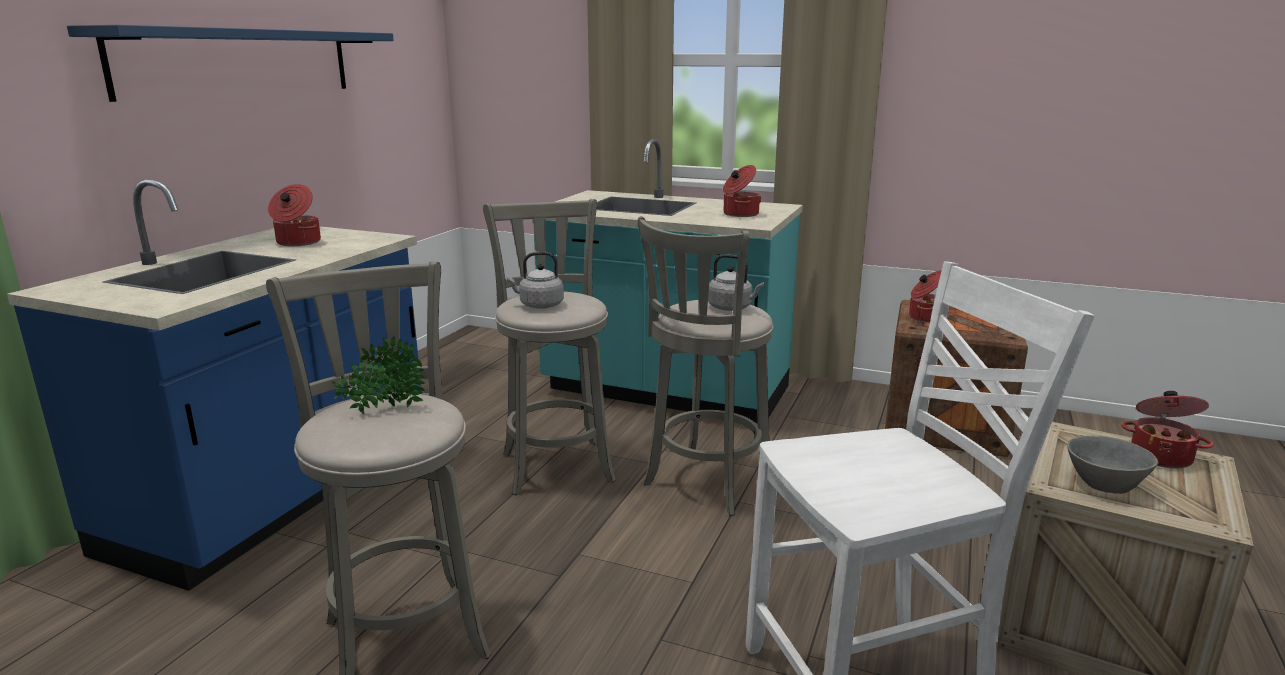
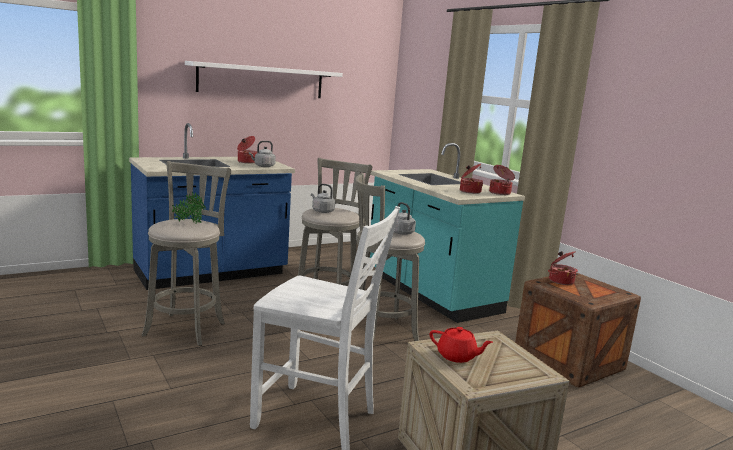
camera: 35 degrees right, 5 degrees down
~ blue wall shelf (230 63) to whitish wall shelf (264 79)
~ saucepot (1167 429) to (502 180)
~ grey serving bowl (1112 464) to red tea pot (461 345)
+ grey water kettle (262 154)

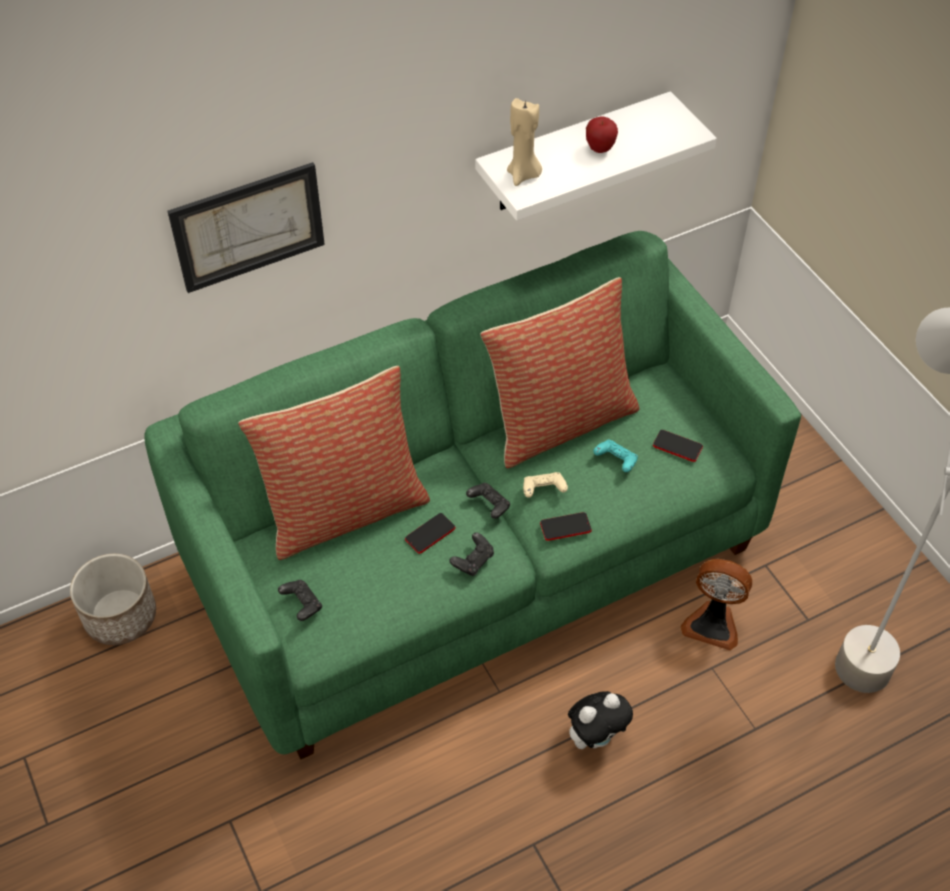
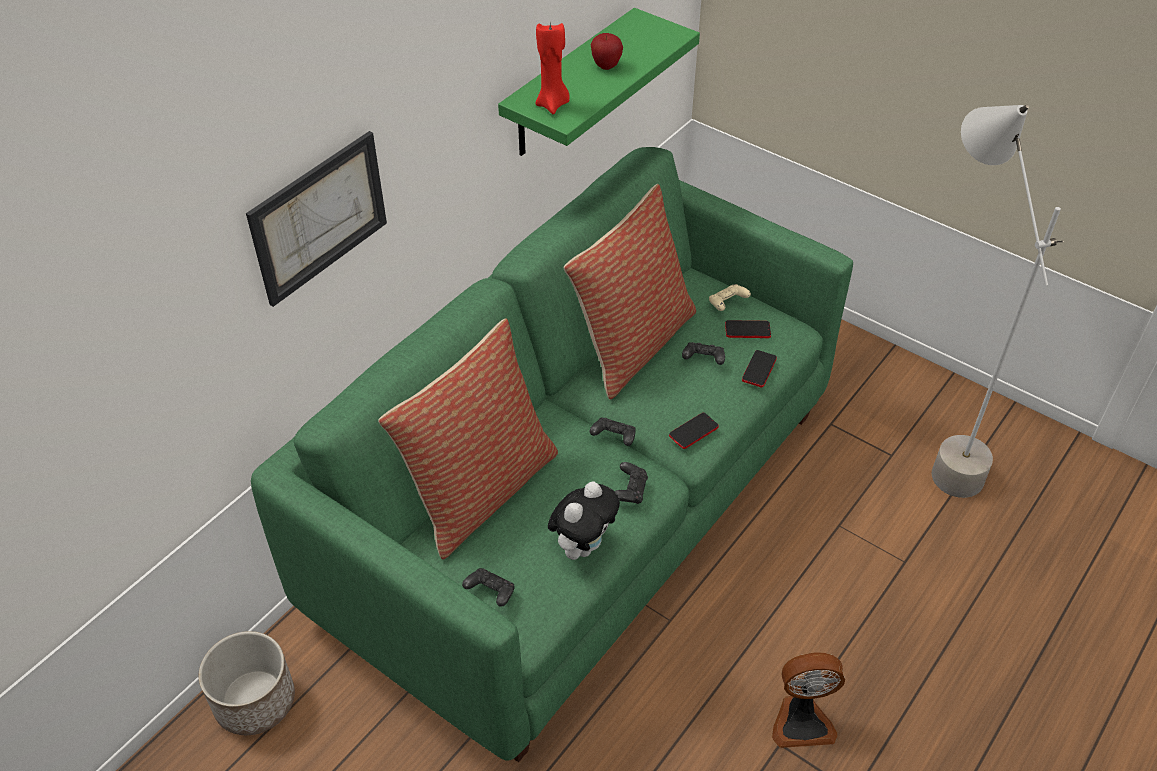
camera: 25 degrees left, 5 degrees down
~ whitish wall shelf (596 156) to green-coloured wall shelf (599 82)
~ beige-coloured wax light (524 142) to red wax light (552 68)
~ turquoise game controller (615 456) to black-coloured game controller (703 353)
~ beige-coloured game controller (545 485) to (730 297)
~ handset (430 533) to (759 369)
~ cooling fan (716 604) to (808 700)
~ soft toy (600 720) to (584 520)

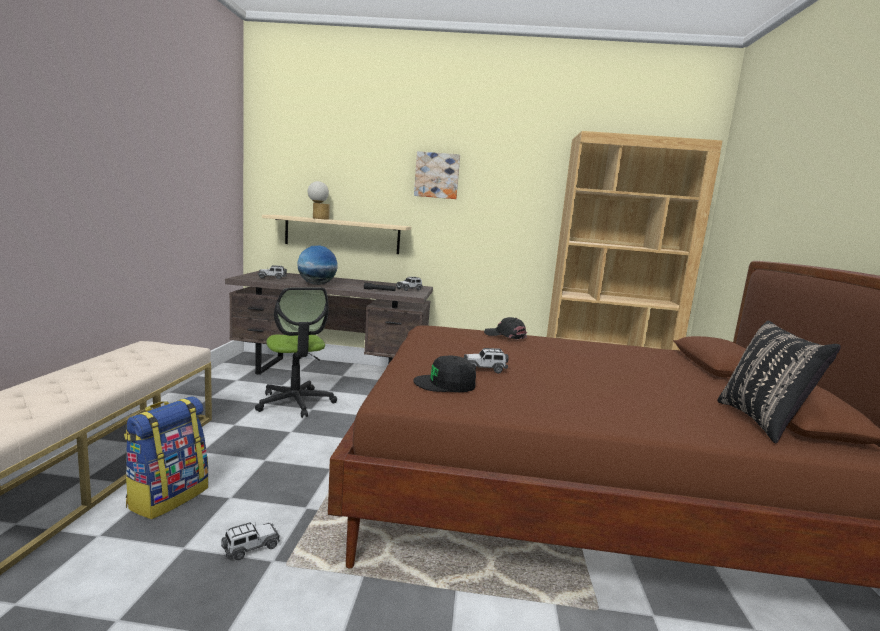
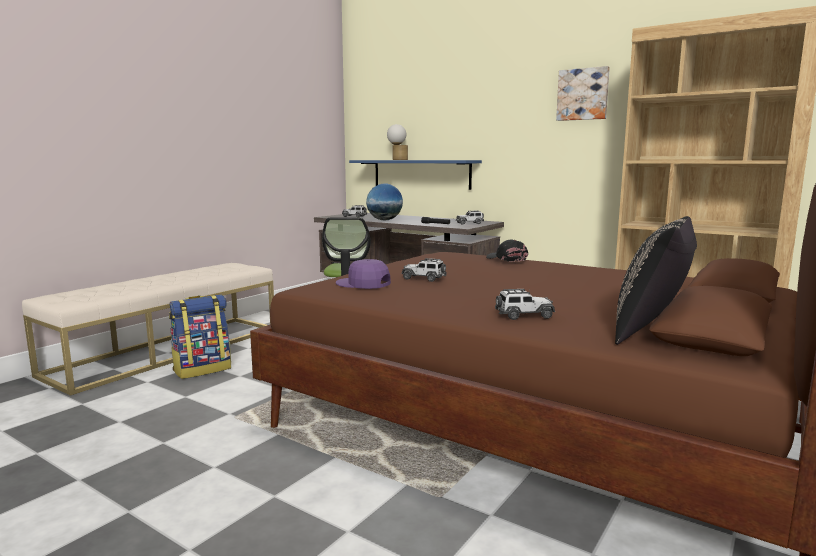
camera: 30 degrees right, 0 degrees up
~ wall art (437 175) to (583 93)
~ beige-coloured wall shelf (336 234) to blue wall shelf (415 175)
~ black-coloured cap (444 374) to purple-coloured cap (363 274)
~ miniature car (250 541) to (525 304)

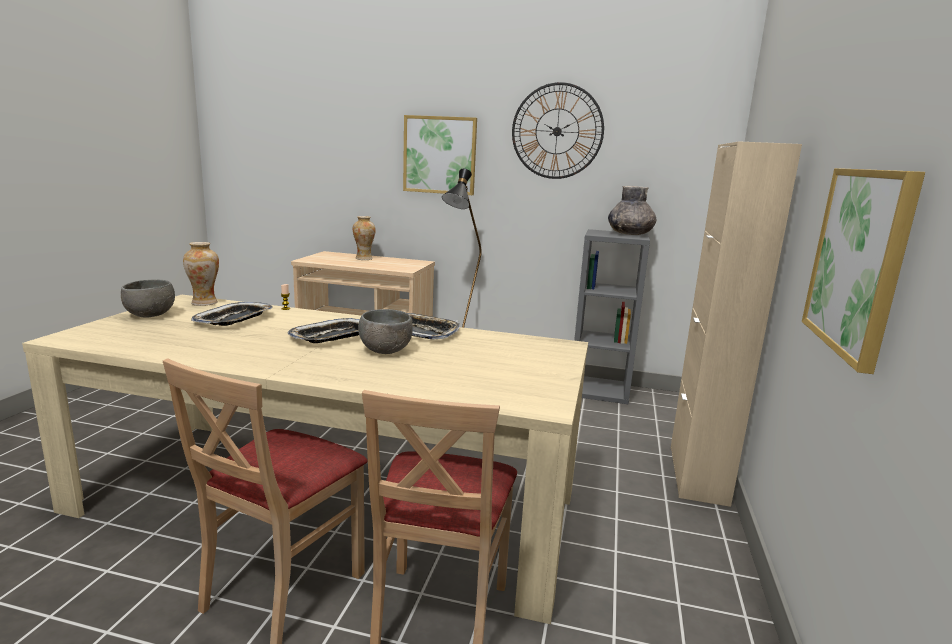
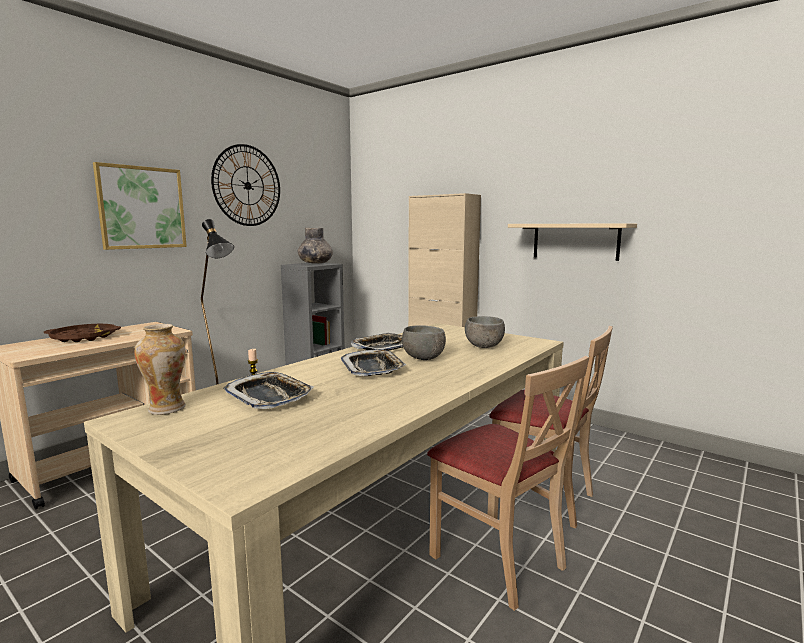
camera: 65 degrees left, 5 degrees down
~ wall art (863 271) to beige-coloured wall shelf (572 242)
~ vase (364 238) to brownish serving tray (82 333)
~ grey serving bowl (148 298) to (485 332)

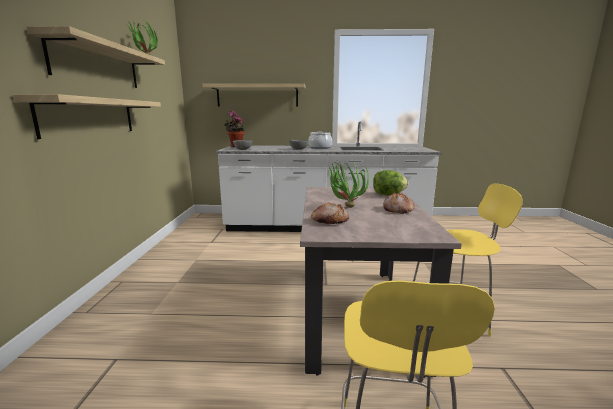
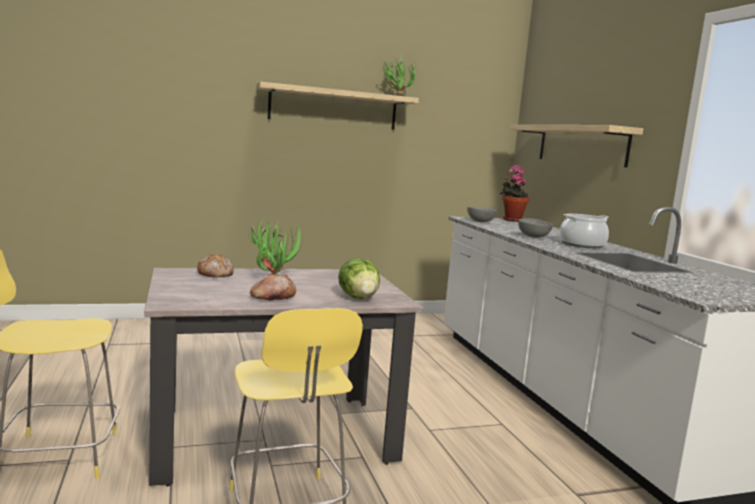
camera: 70 degrees right, 5 degrees down
- wall shelf (87 116)

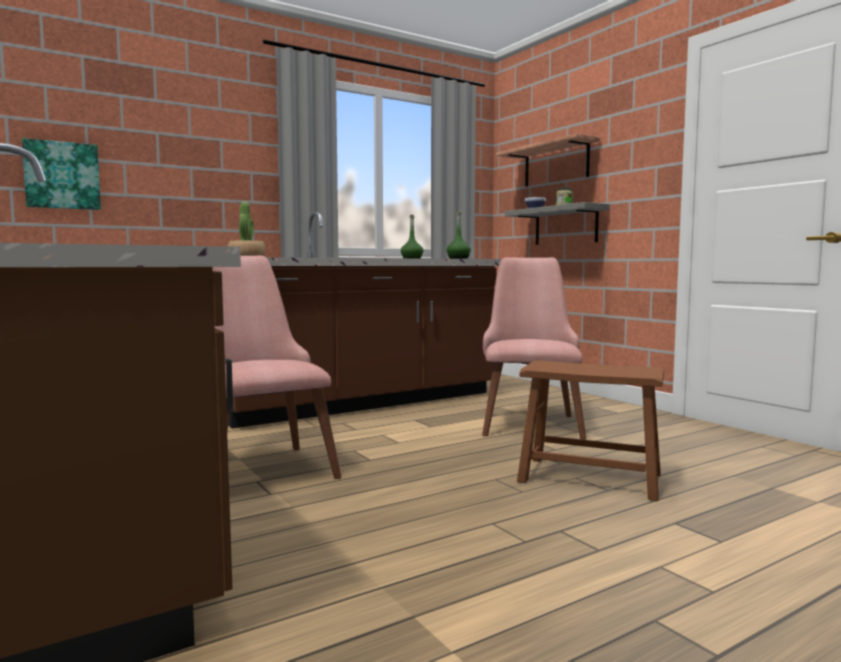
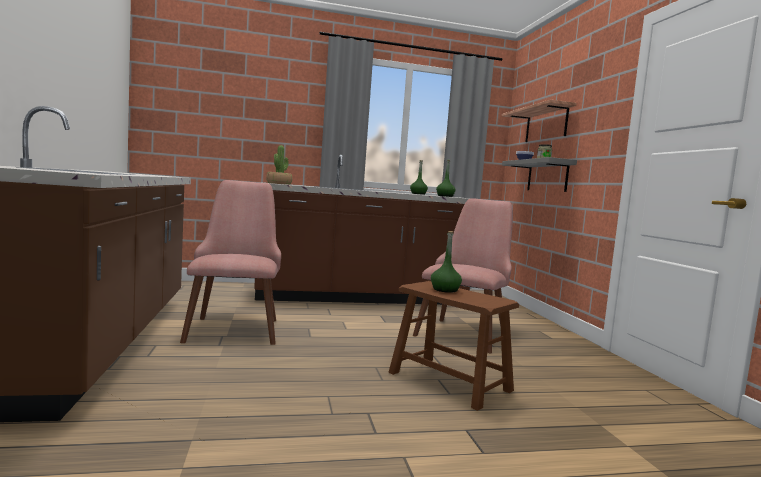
camera: 20 degrees right, 0 degrees up
- wall art (61 174)
+ green-coloured bottle (446 262)

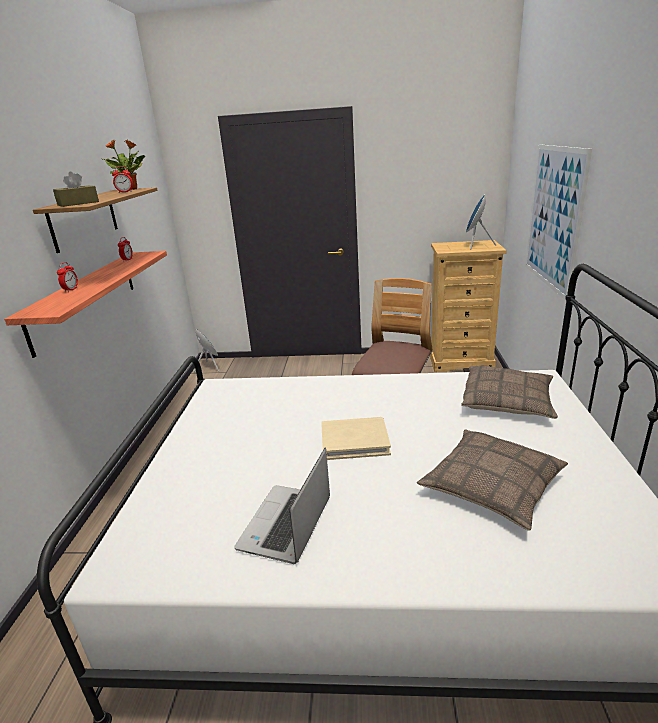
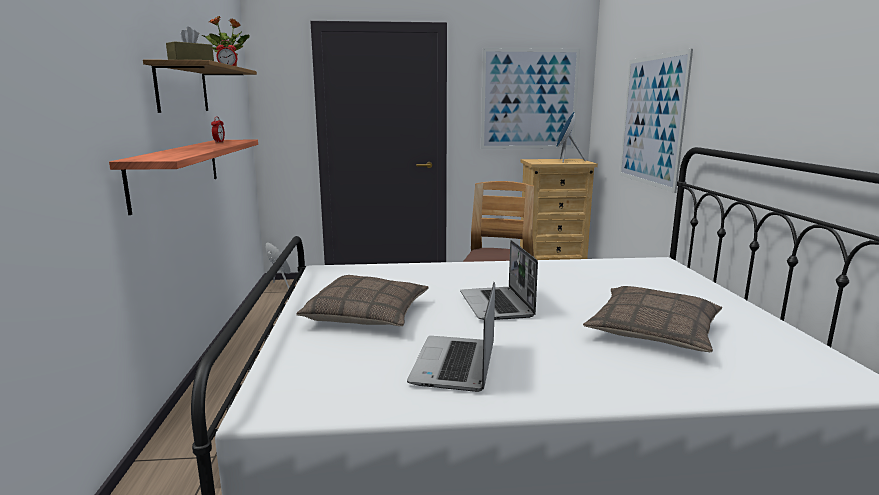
camera: 10 degrees left, 10 degrees down
- bedside clock (67 277)
~ cushion (509 392) to (362 300)
~ beige-coloured book (356 438) to notebook computer (499 280)
+ wall art (530 98)

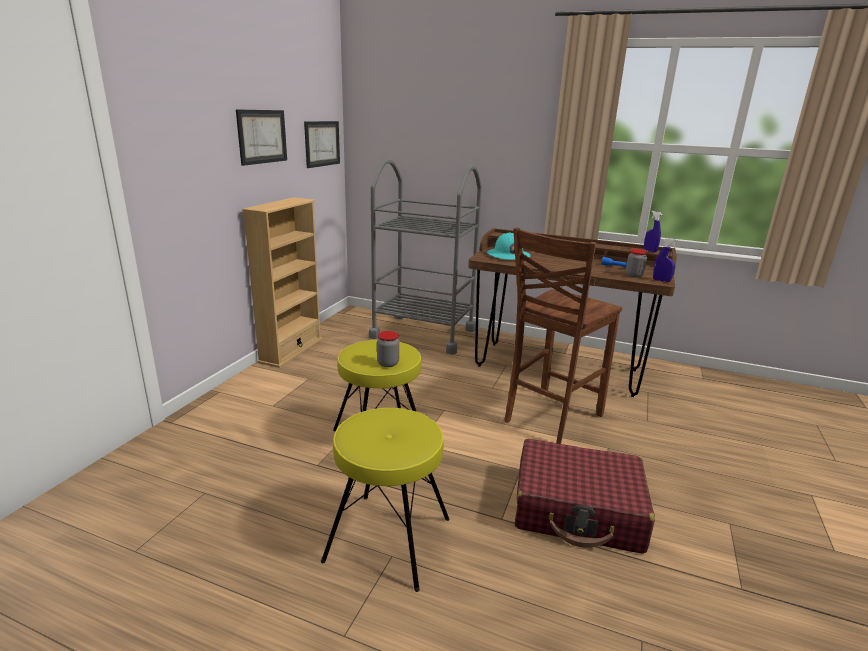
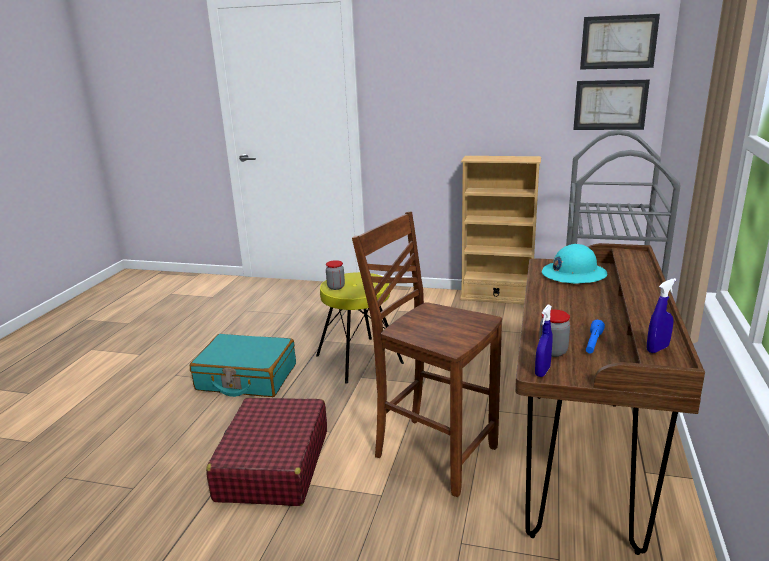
camera: 85 degrees right, 0 degrees up
~ wall art (261 137) to (620 42)
~ yellowish stool seat (385 500) to turquoise suitcase (243 365)

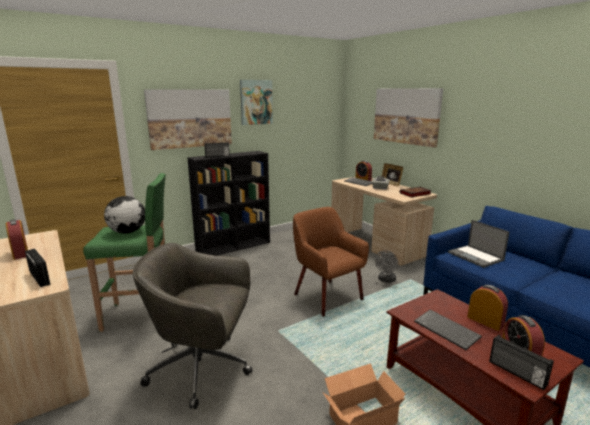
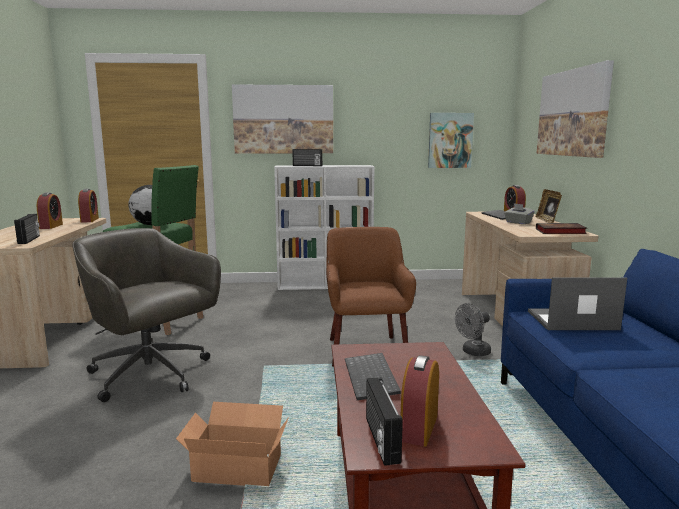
camera: 30 degrees right, 5 degrees down
~ wall art (256 102) to (451 140)
~ black-coloured bookcase (228 203) to whitish bookcase (324 227)
~ notebook computer (478 244) = (577 303) 90 degrees clockwise
~ bedside clock (487 308) to (88 206)

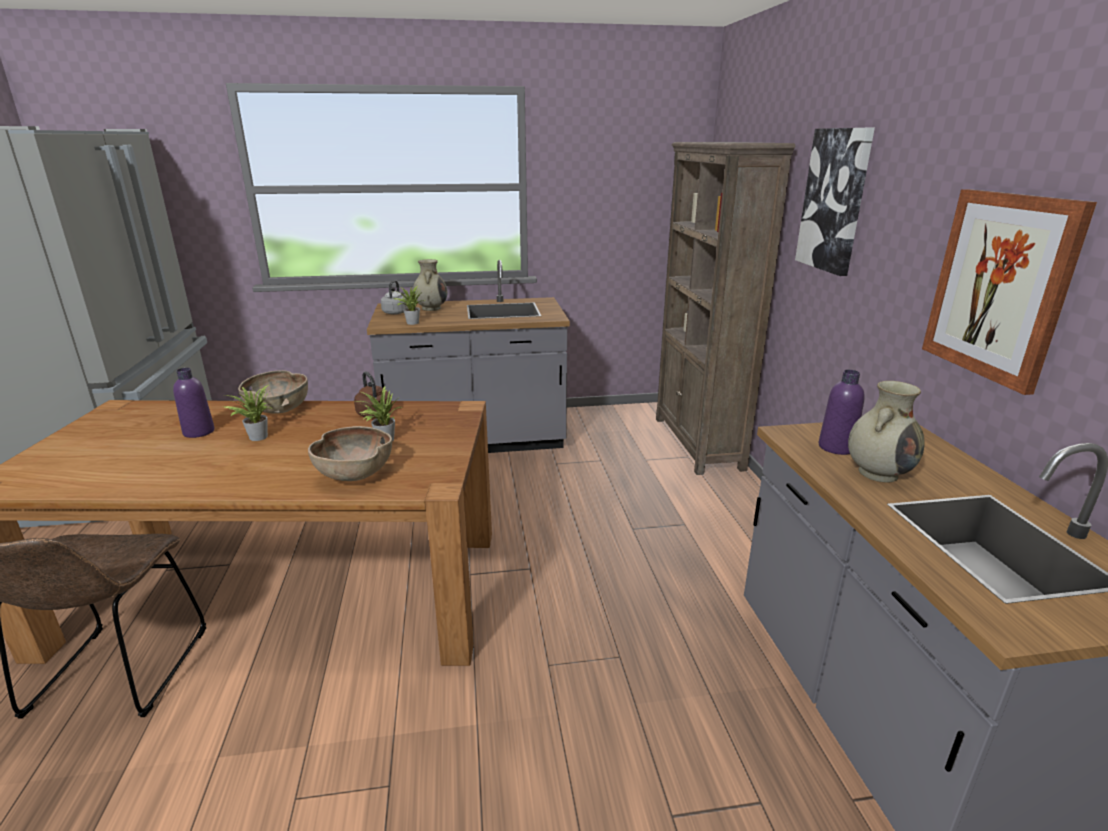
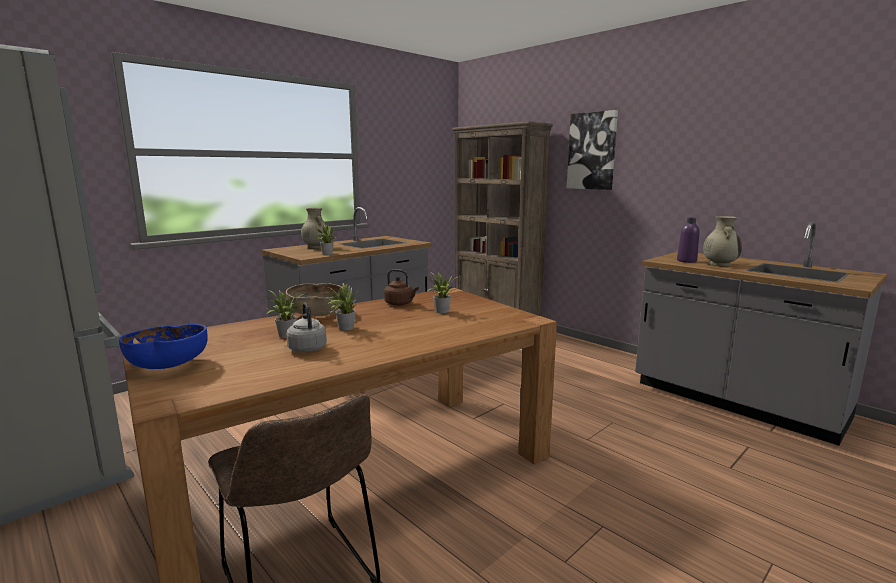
camera: 35 degrees left, 10 degrees down
- wall art (1009 292)
~ grey water kettle (394 297) to (306 327)
~ purple-coloured bottle (193 403) to houseplant (283 314)
- brownish serving bowl (350 453)
+ blue serving bowl (163 346)

